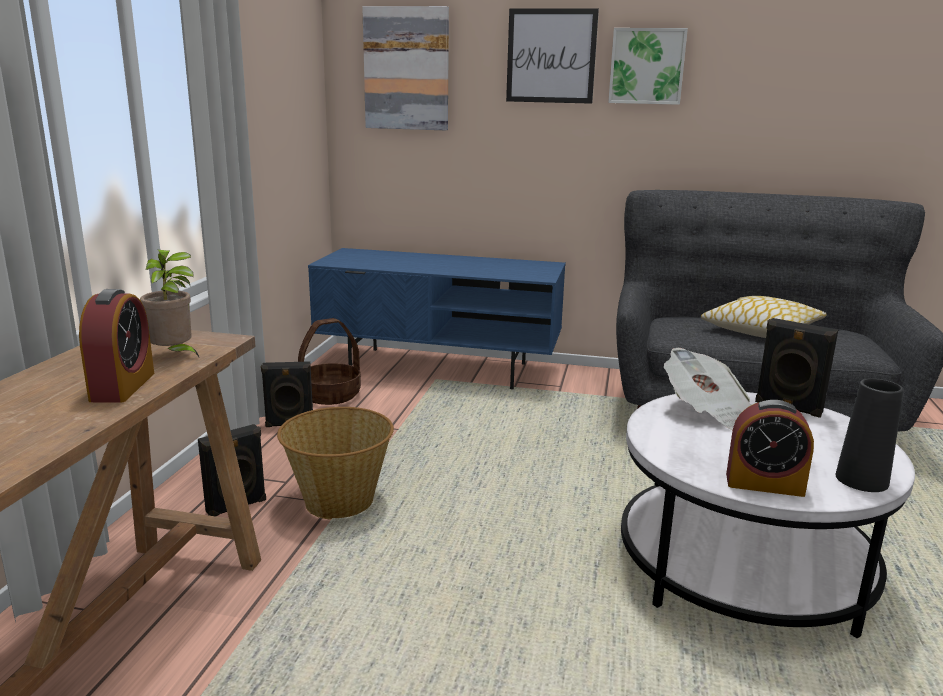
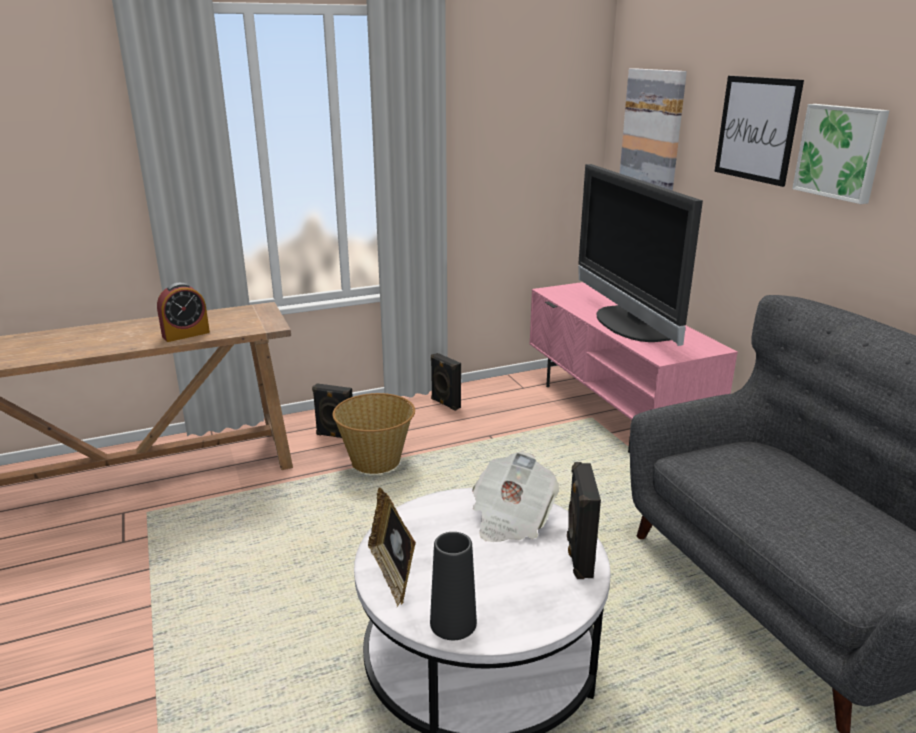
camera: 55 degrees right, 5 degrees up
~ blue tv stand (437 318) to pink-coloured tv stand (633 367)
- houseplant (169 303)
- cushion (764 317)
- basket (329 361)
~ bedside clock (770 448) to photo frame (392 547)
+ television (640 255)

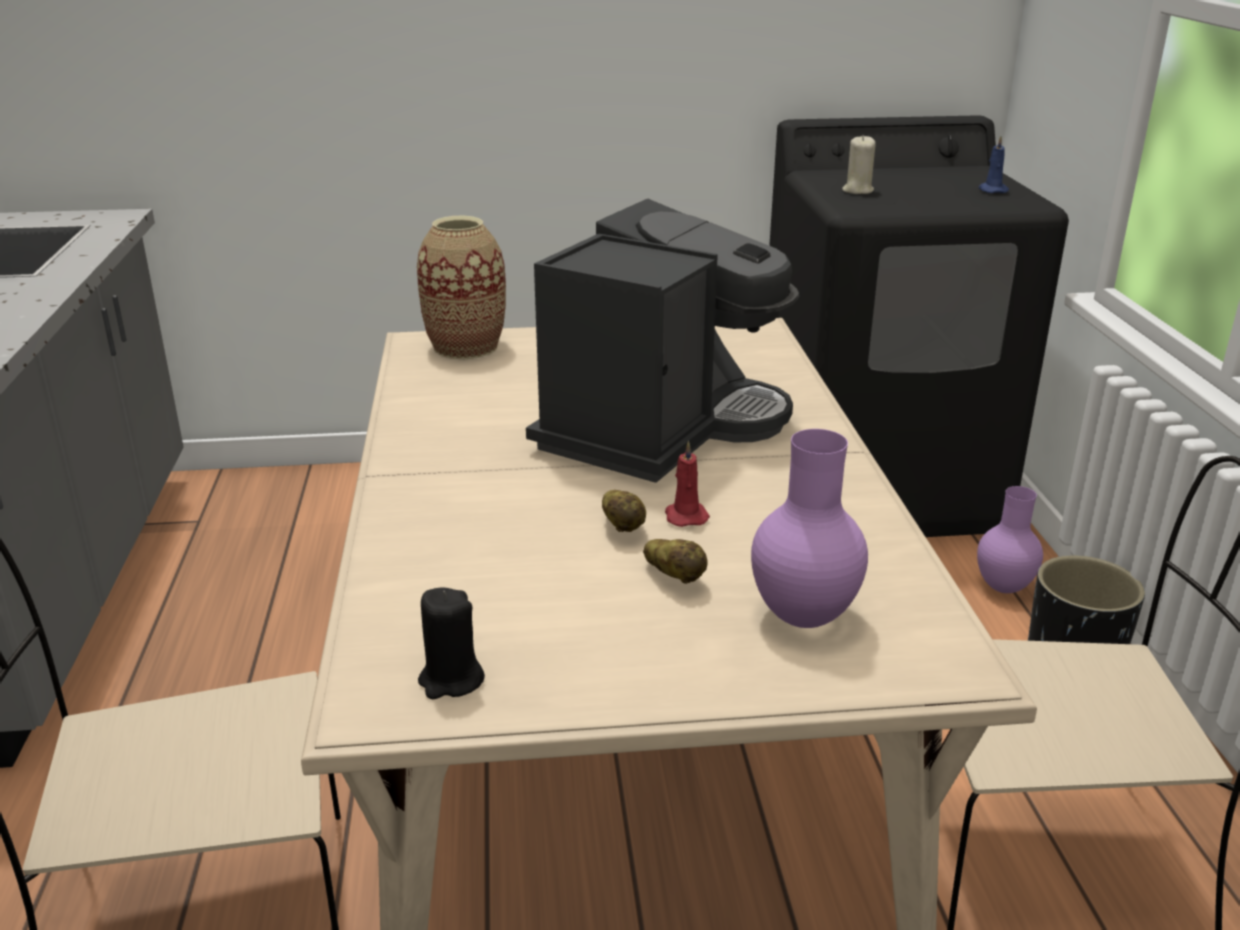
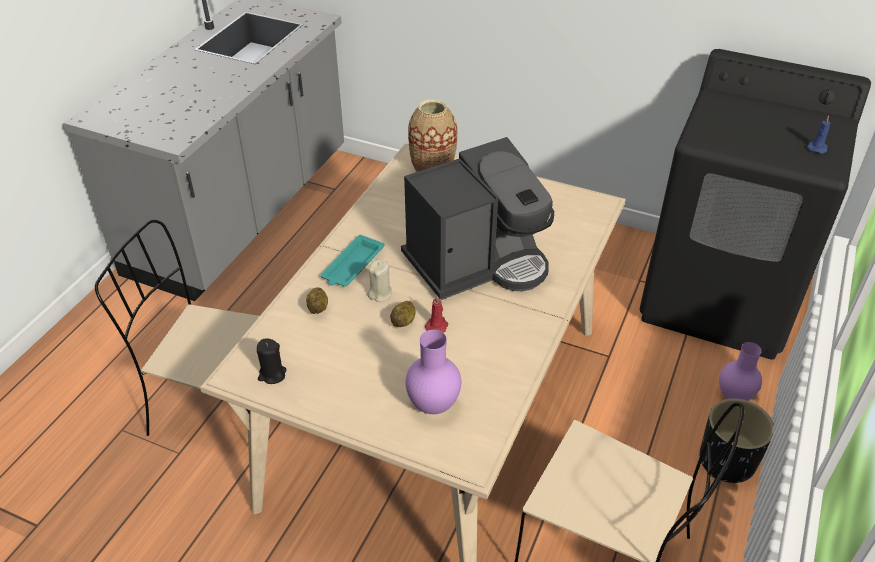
camera: 30 degrees right, 15 degrees up
~ beige-coloured wax light (859 164) to (379 280)
~ whole potato (675 561) to (317 300)
+ turquoise serving tray (352 261)

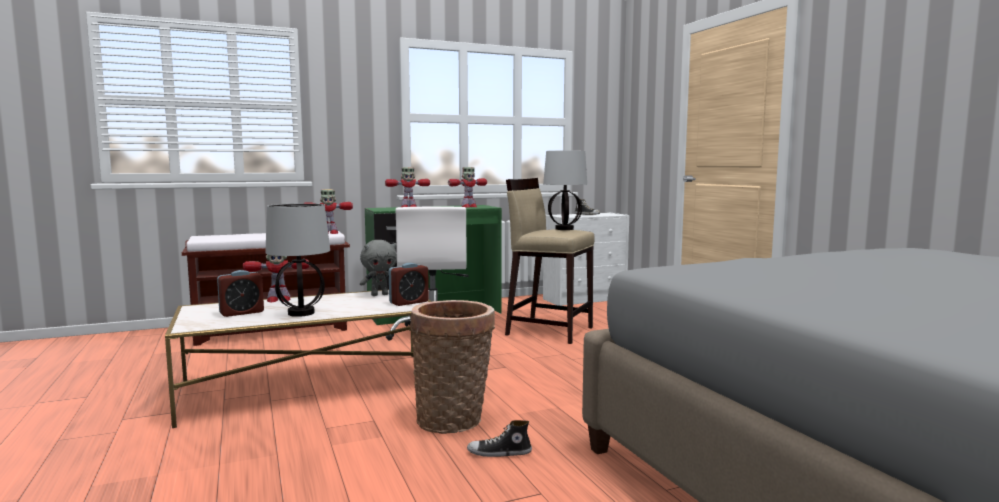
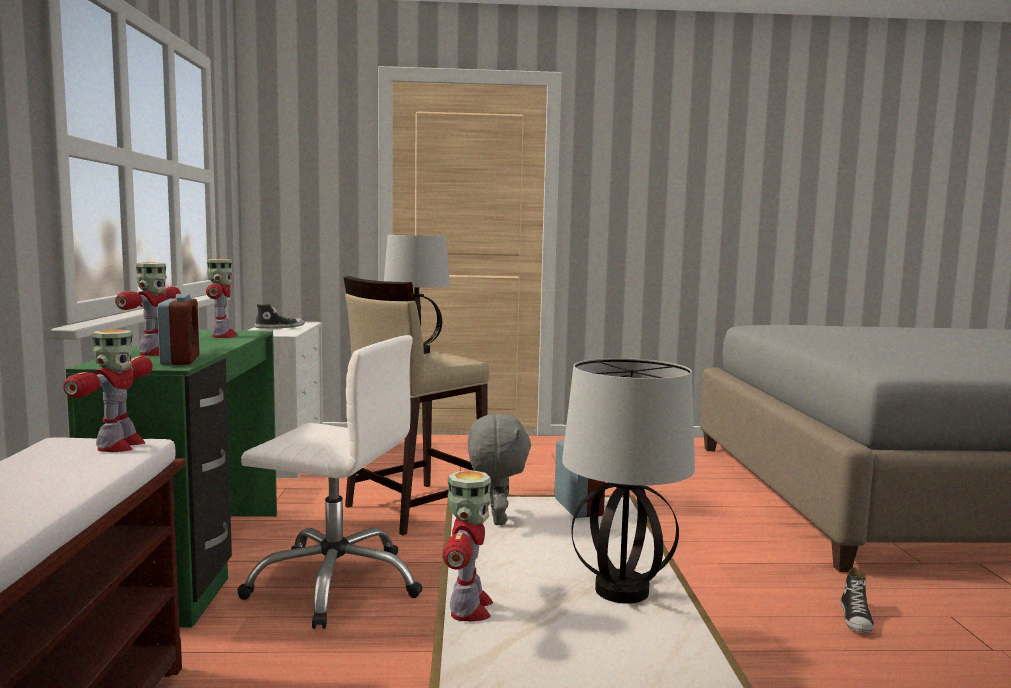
camera: 70 degrees left, 0 degrees up
~ bedside clock (240 293) to (178 329)
- basket (452 367)

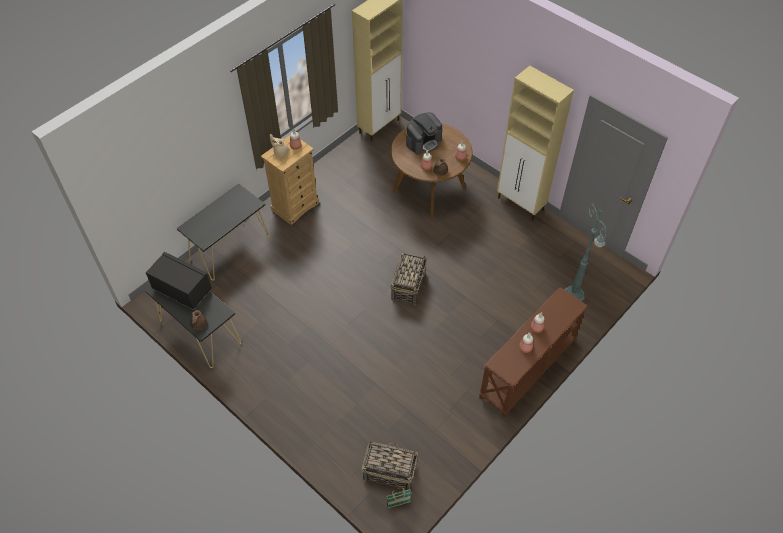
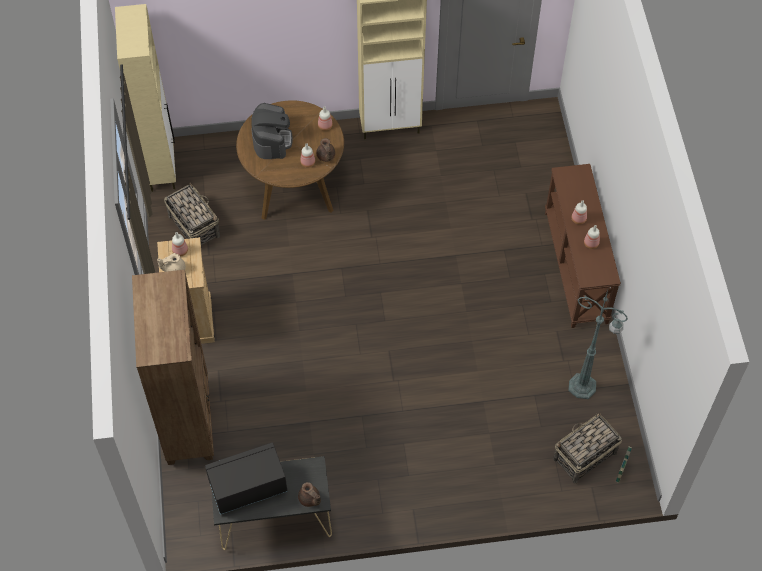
camera: 50 degrees left, 5 degrees up
~ black-coloured narrow table (223 232) to brownish bookcase (173 367)
~ green-coloured standard lamp (585 251) to (598 344)
~ basket (408 279) to (192 213)

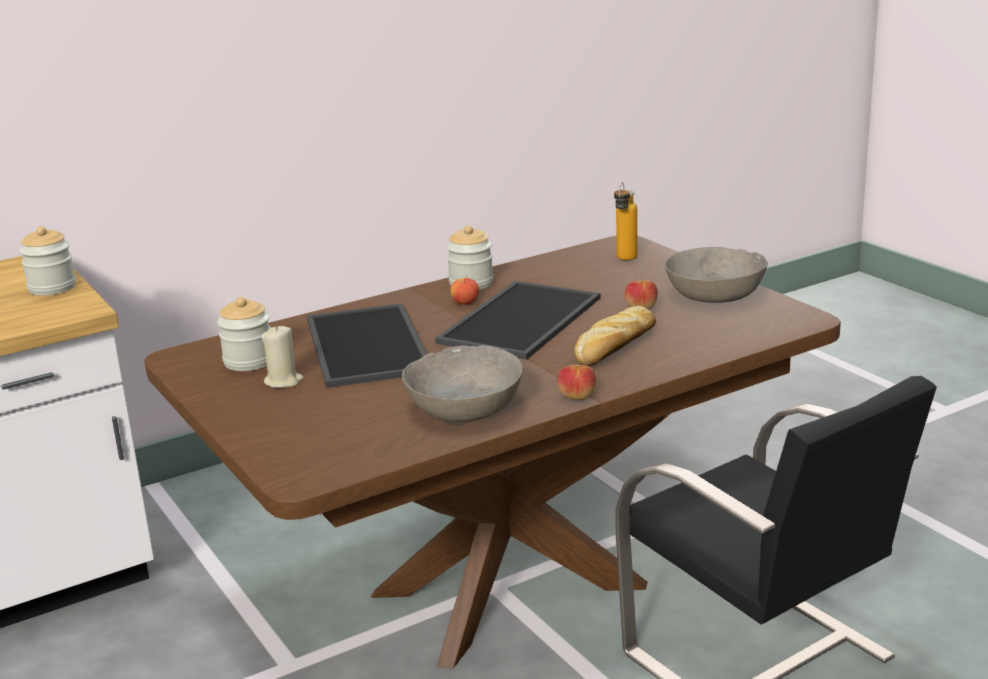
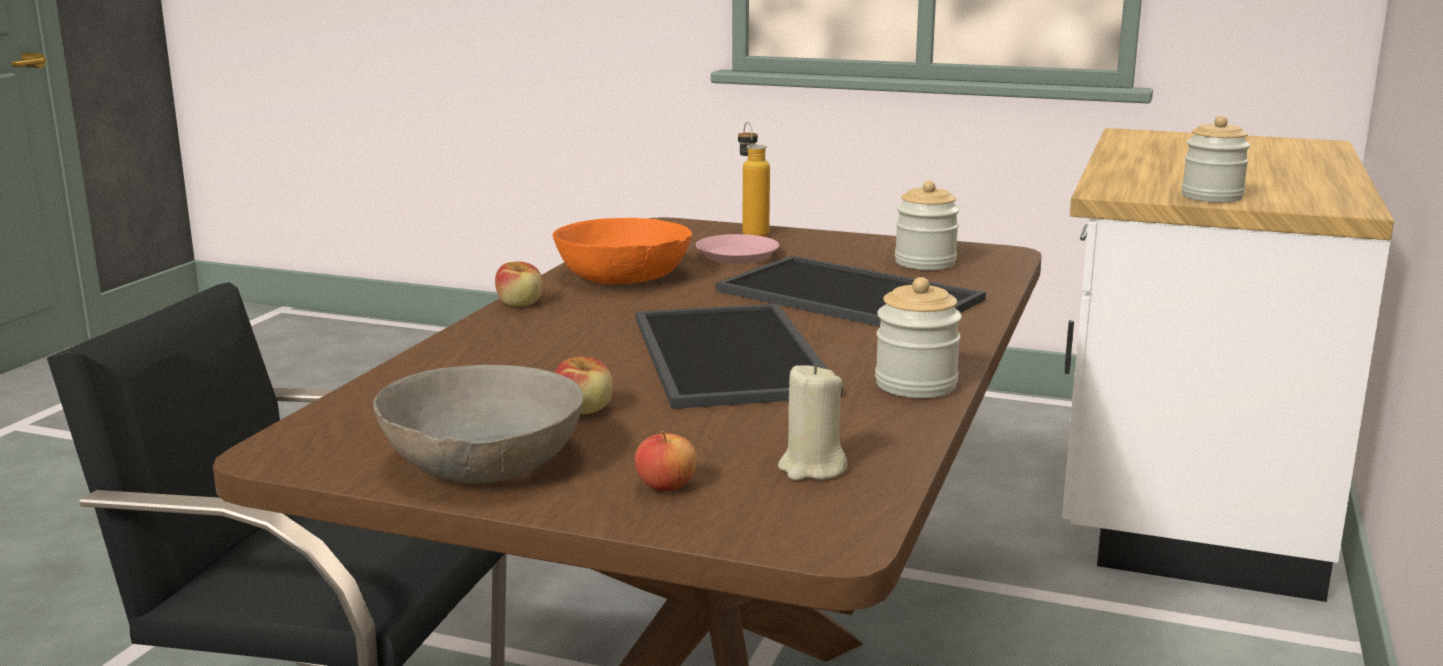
camera: 140 degrees right, 5 degrees down
~ bottle (625 221) to (754 179)
~ whole apple (464 290) to (666 461)
- baked bread (615 336)
~ beige-coloured wax light (282 356) to (812 421)
~ grey serving bowl (462 384) to orangey serving bowl (622 251)
+ pink-coloured plate (737 248)

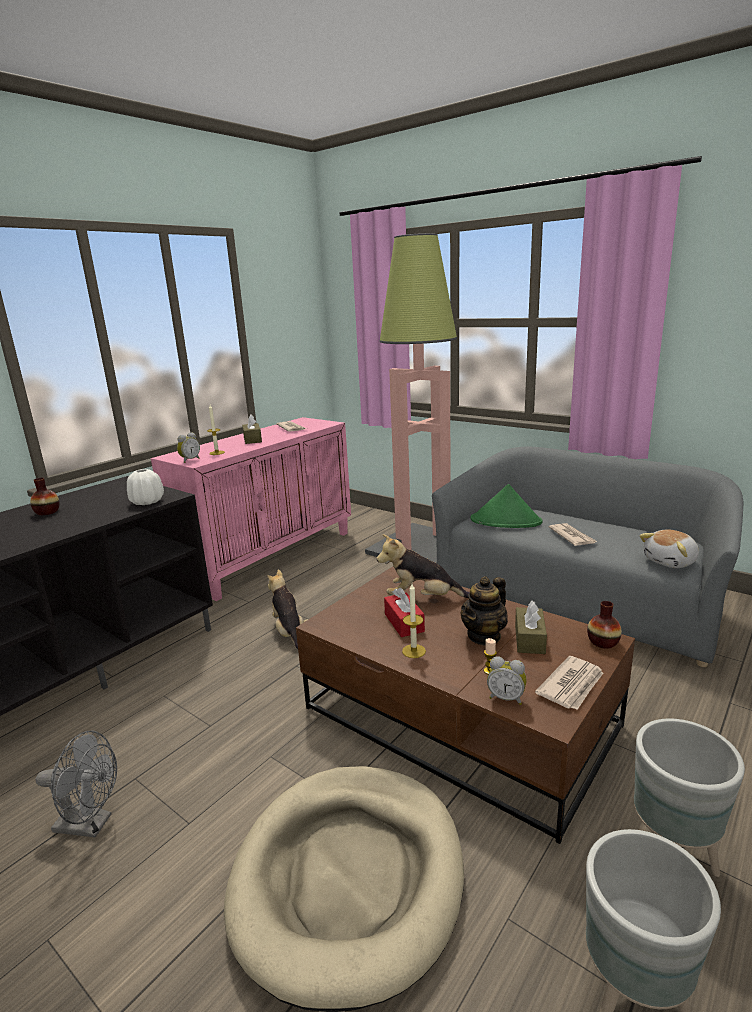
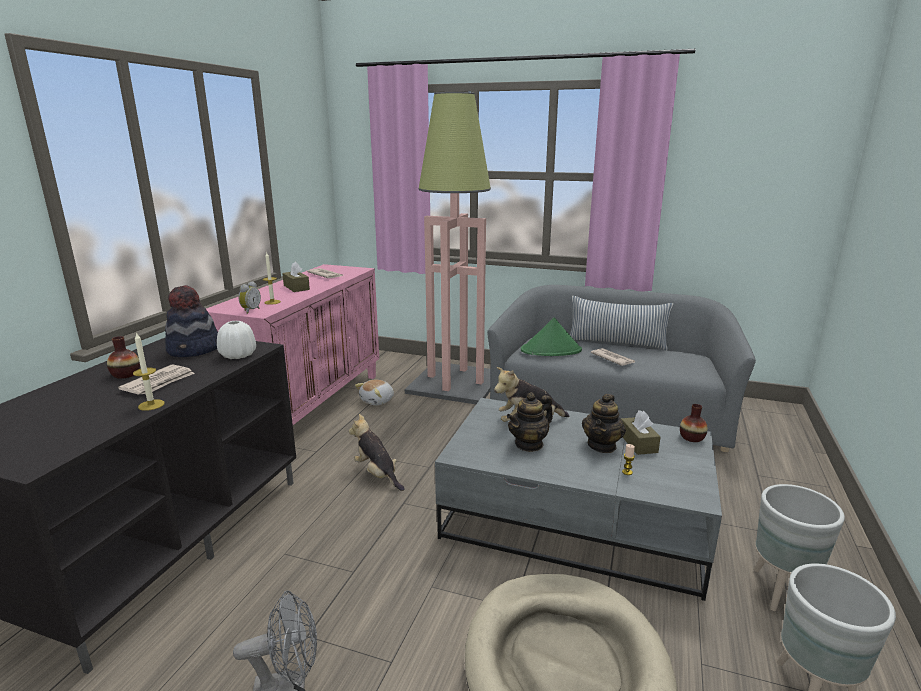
camera: 20 degrees left, 0 degrees up
~ soft toy (669 548) to (374 393)
~ brownish coffee table (465 705) to grey coffee table (578 499)
~ wax light (414 621) to (149 371)
~ red tissue box (404 612) to tea pot (529 422)
- bedside clock (507 680)
~ daily paper (569 683) to (156 379)
+ wearable hat (191 321)
+ cushion (622 323)

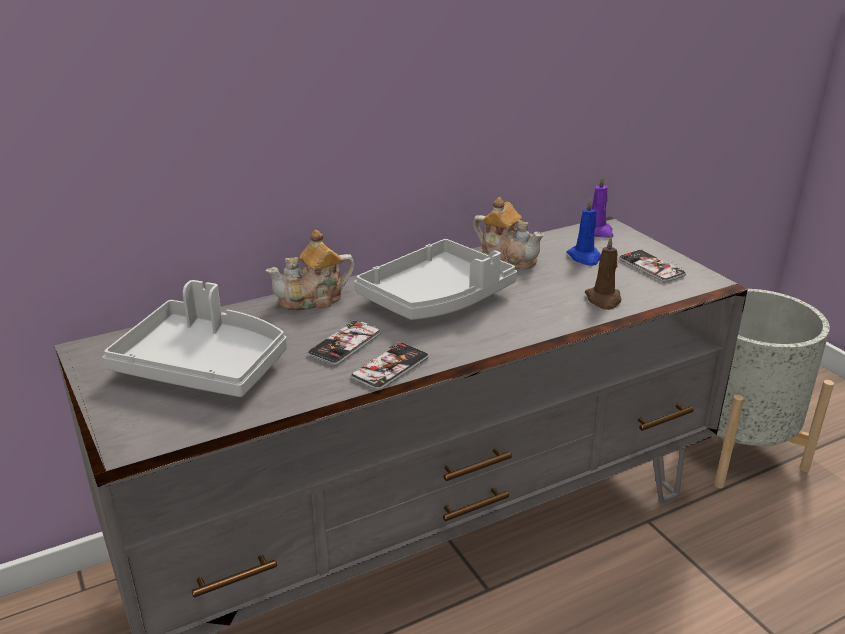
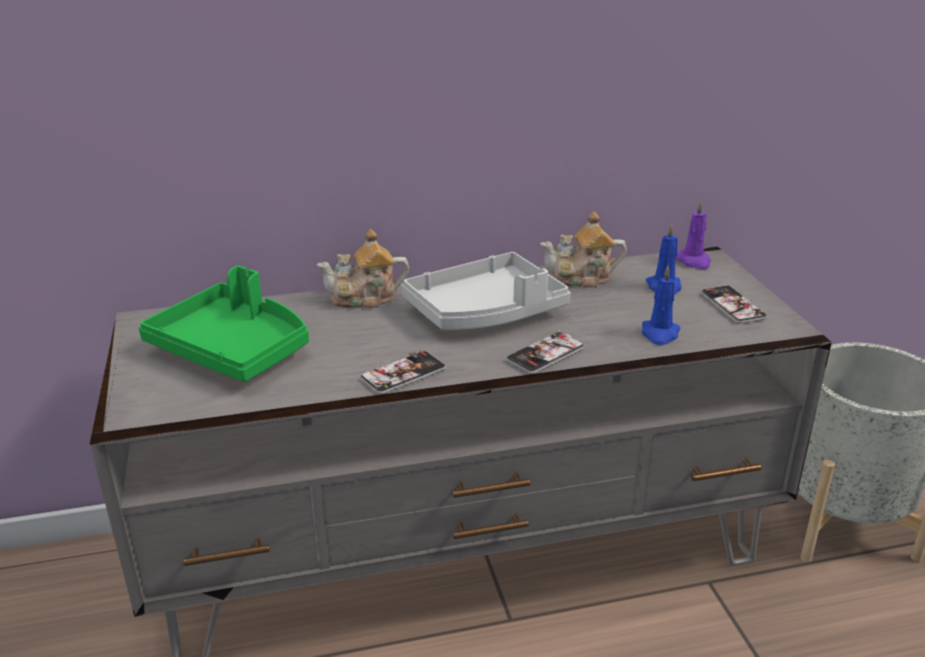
camera: 15 degrees right, 0 degrees up
~ tea pot (508 233) = (583 250) 120 degrees clockwise
~ brownish wax light (603 273) to blue wax light (661 305)
~ grey serving tray (195 338) to green-coloured serving tray (223 324)
~ handset (344 342) to (545 352)

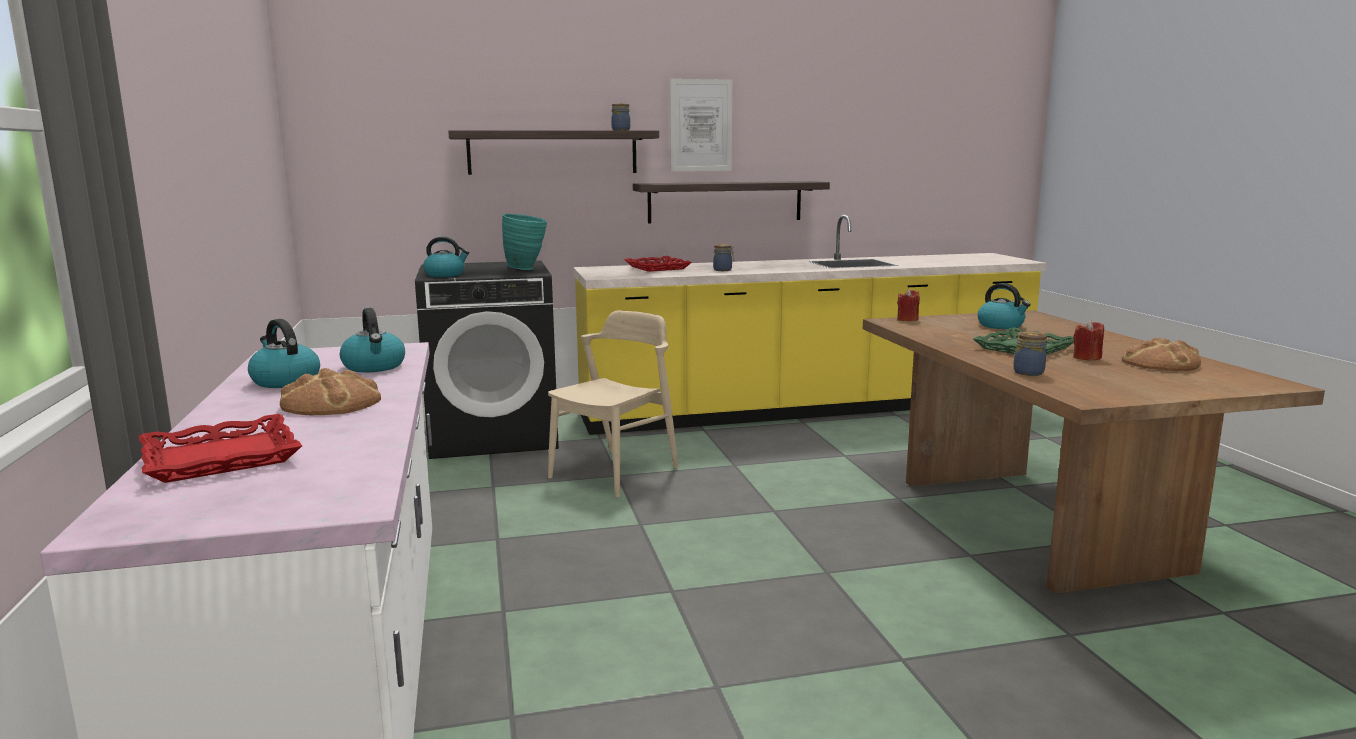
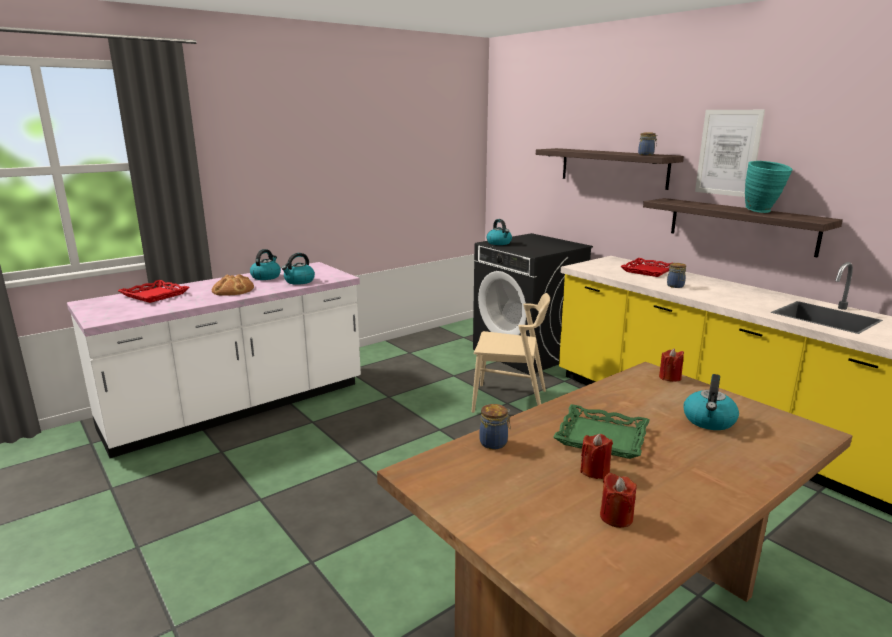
camera: 65 degrees right, 5 degrees up
~ turquoise vase (524 242) to (769 187)
~ baked bread (1161 354) to red wax light (618 500)

